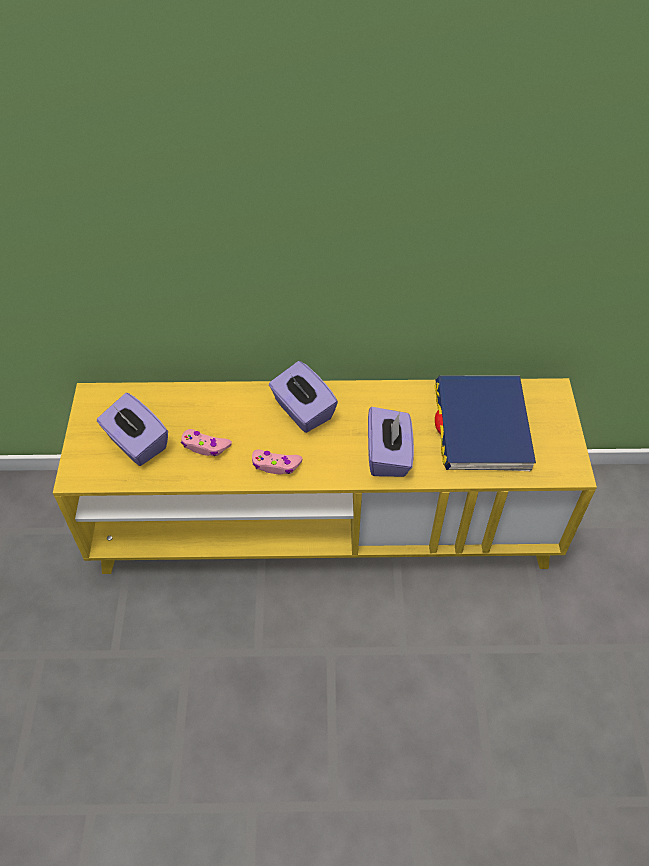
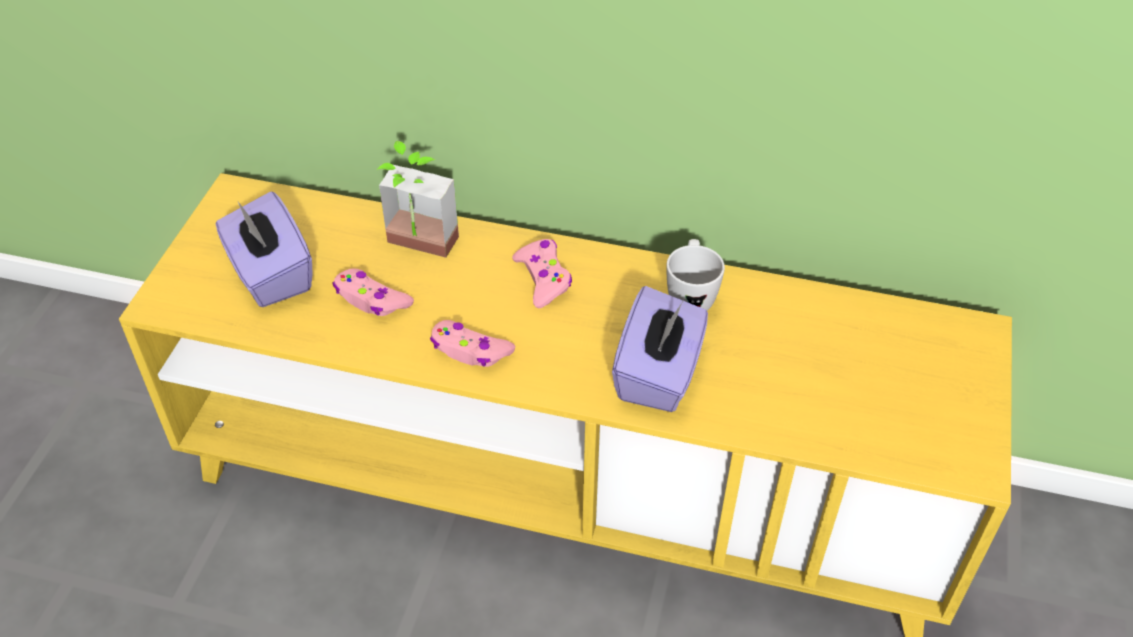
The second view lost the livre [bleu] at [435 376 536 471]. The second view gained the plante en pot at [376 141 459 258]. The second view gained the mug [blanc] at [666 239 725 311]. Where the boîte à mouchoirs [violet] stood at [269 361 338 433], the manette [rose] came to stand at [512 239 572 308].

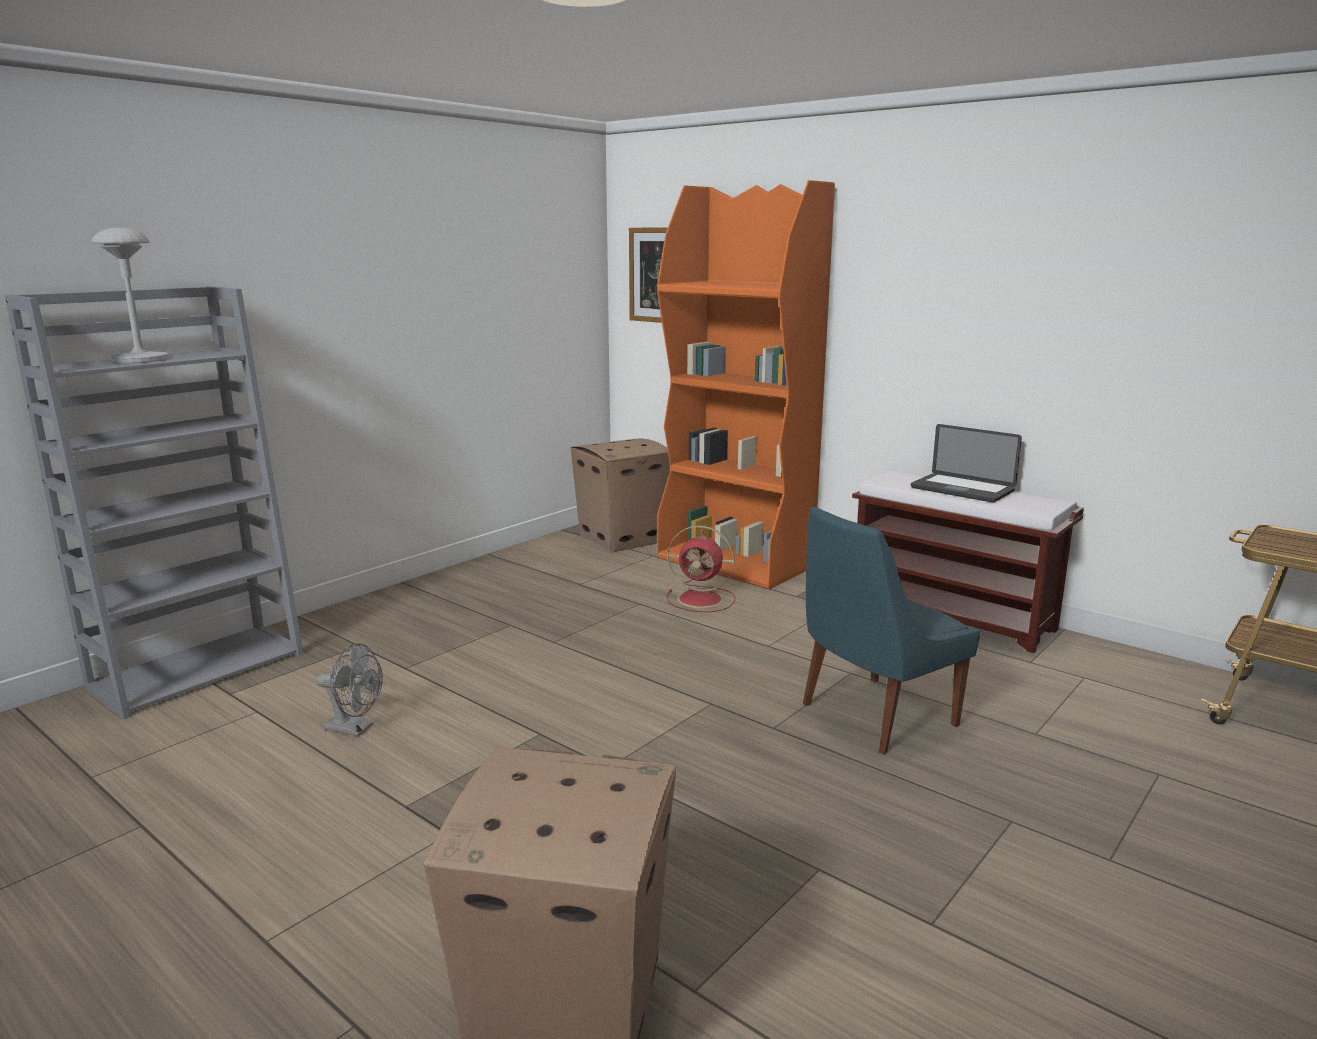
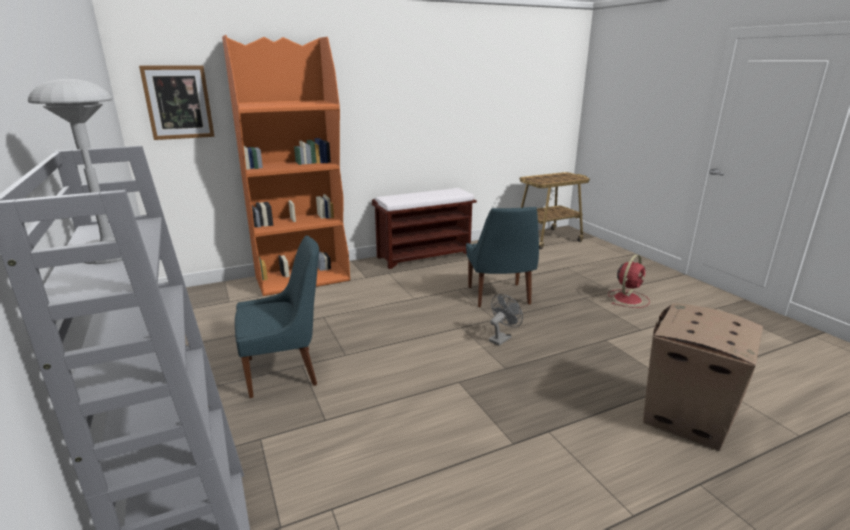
The second view lost the carton at [570 439 670 553]. The second view lost the ordinateur portable at [911 424 1022 503]. The second view gained the chaise [bleu] at [235 235 319 398]. The ventilateur [gris] ended up elsewhere, having gone from [316 643 383 736] to [489 294 523 346]. The ventilateur [rouge] ended up elsewhere, having gone from [667 525 735 612] to [608 255 650 308].

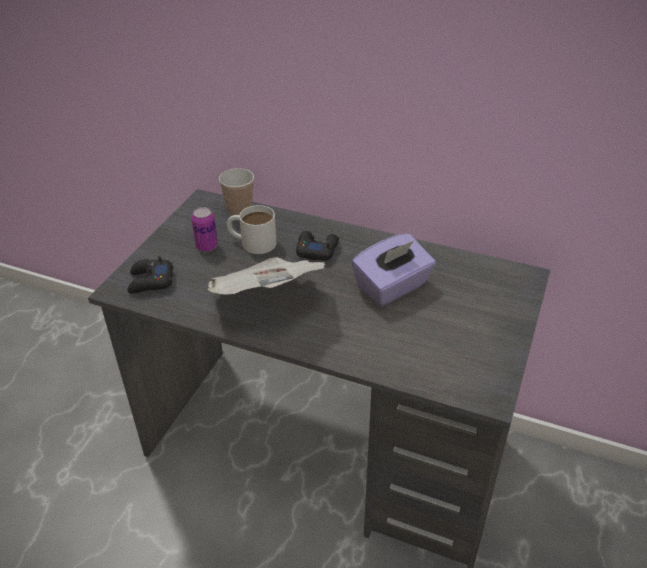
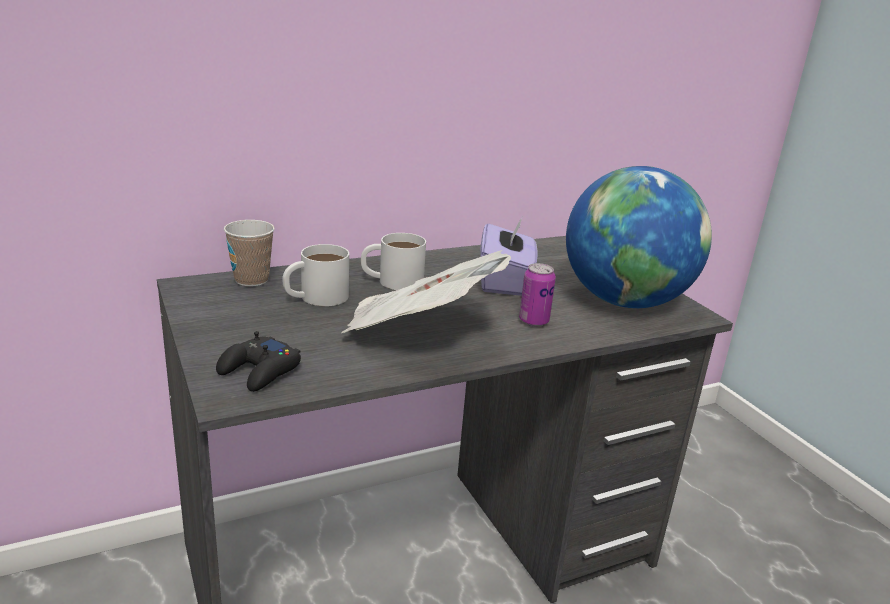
The second view gained the globe at [566 166 712 308]. The boîte métallique ended up elsewhere, having gone from [191 207 218 252] to [519 263 556 327]. Where the manette [noir] stood at [296 231 339 260], the mug [blanc] came to stand at [361 233 426 290].

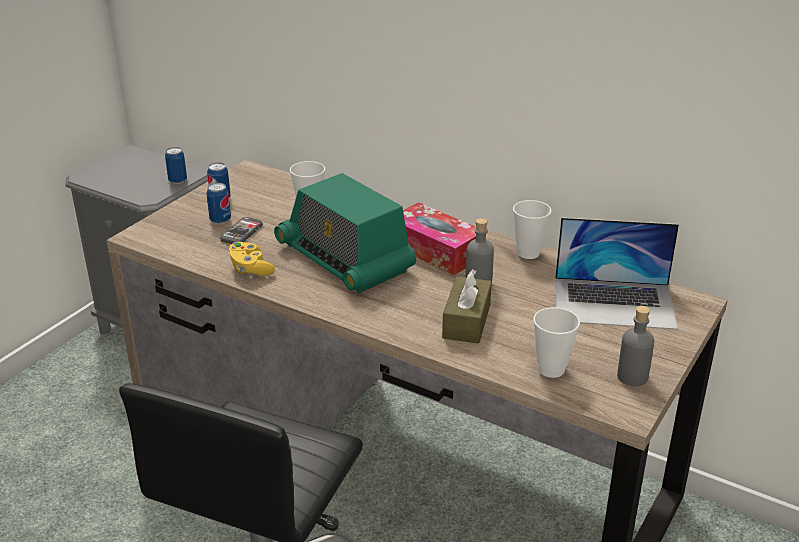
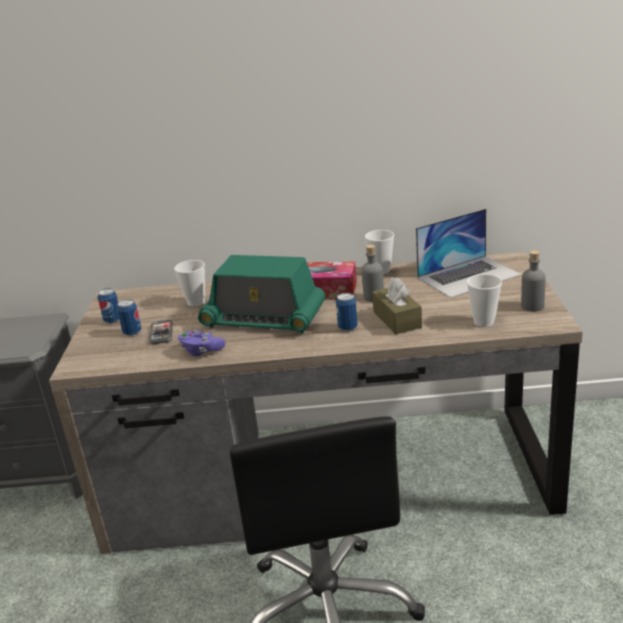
The boîte métallique ended up elsewhere, having gone from [165 147 187 184] to [336 293 358 331]. What was the manette [jaune] at [229 242 275 276] turned into the manette [violet] at [178 330 225 356].

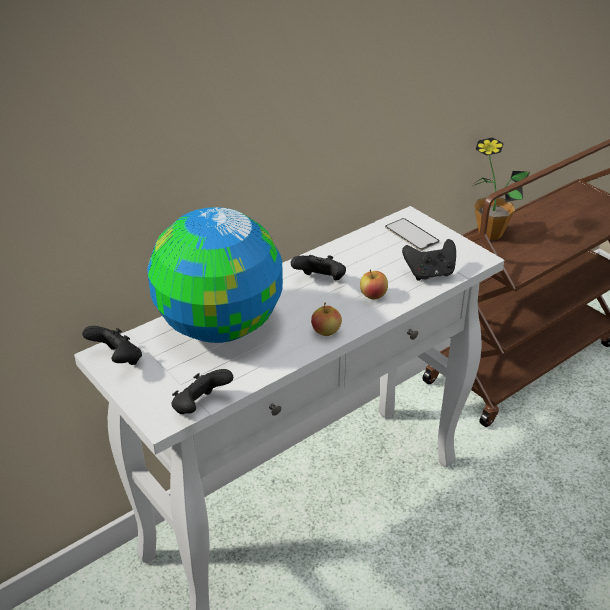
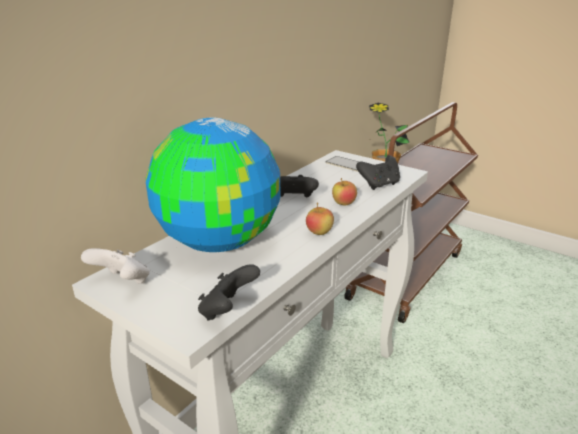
What was the manette [noir] at [82 326 142 365] turned into the manette [blanc] at [81 248 150 284].

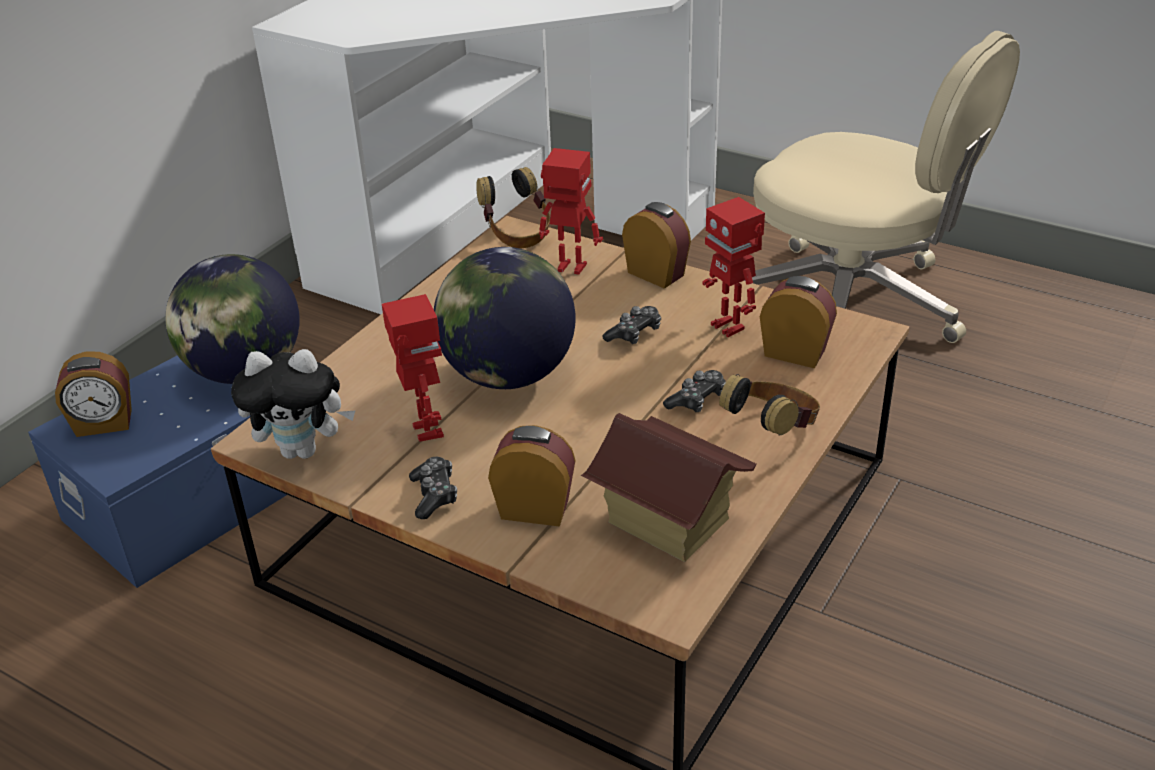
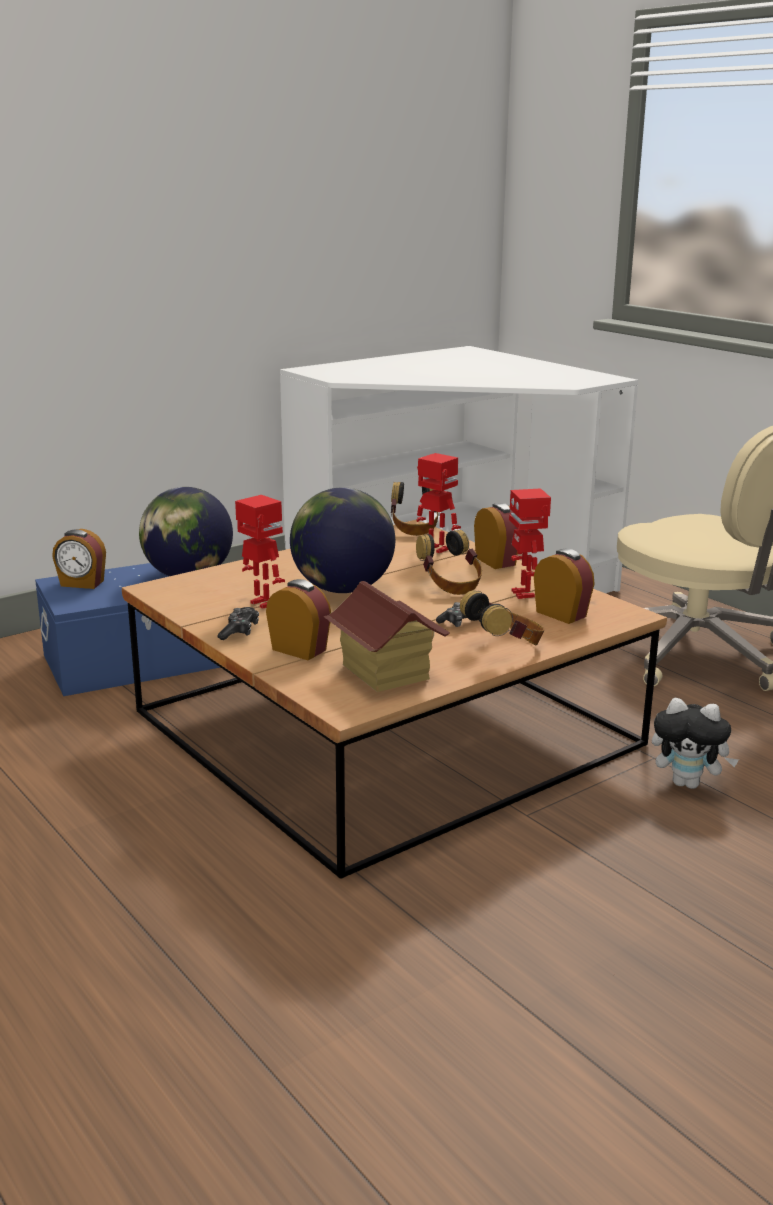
The peluche ended up elsewhere, having gone from [231 349 355 459] to [652 698 739 789]. Where the manette stood at [602 306 661 344], the casque audio came to stand at [416 530 482 595]. The robot jouet at [382 294 444 442] ended up facing another way, 45 degrees counterclockwise from before.

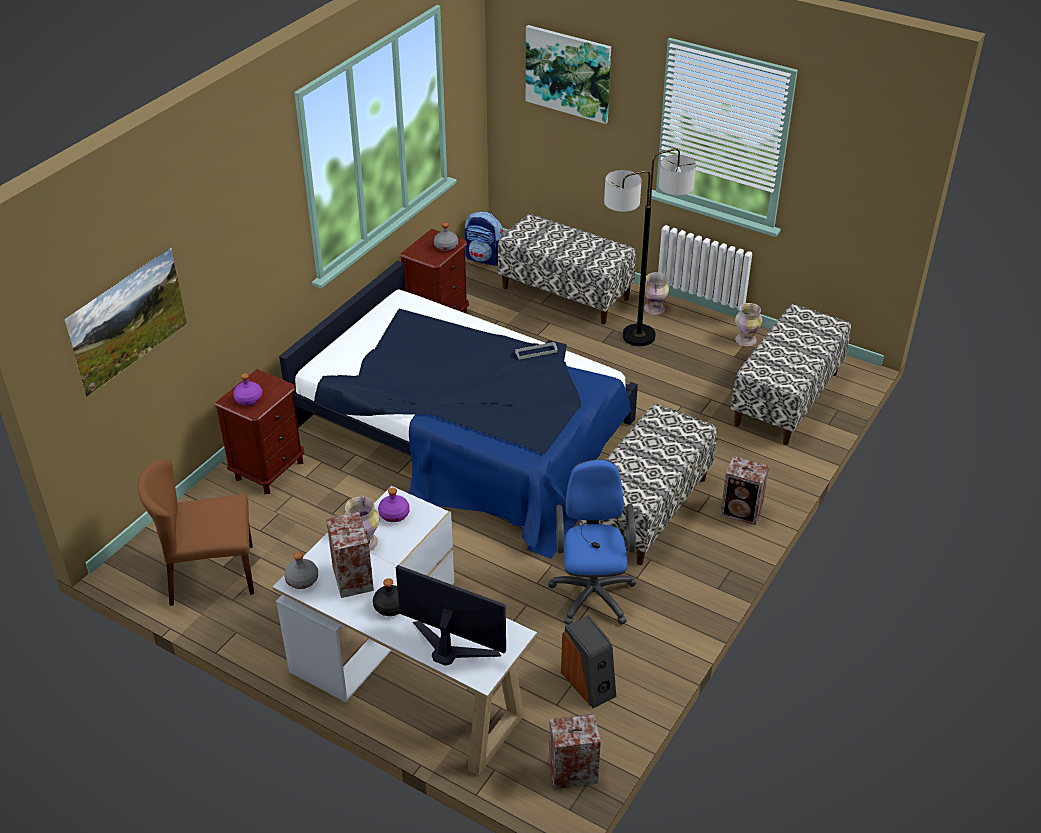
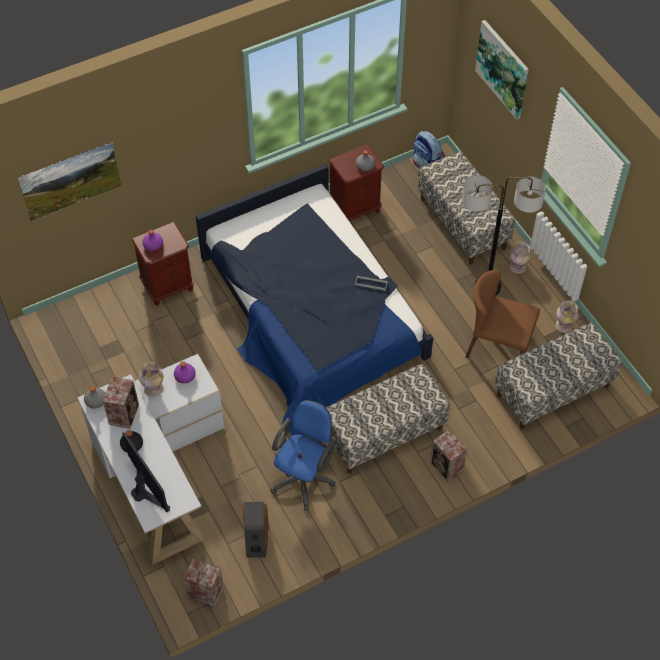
The chaise [marron] ended up elsewhere, having gone from [138 459 254 606] to [465 270 540 358].

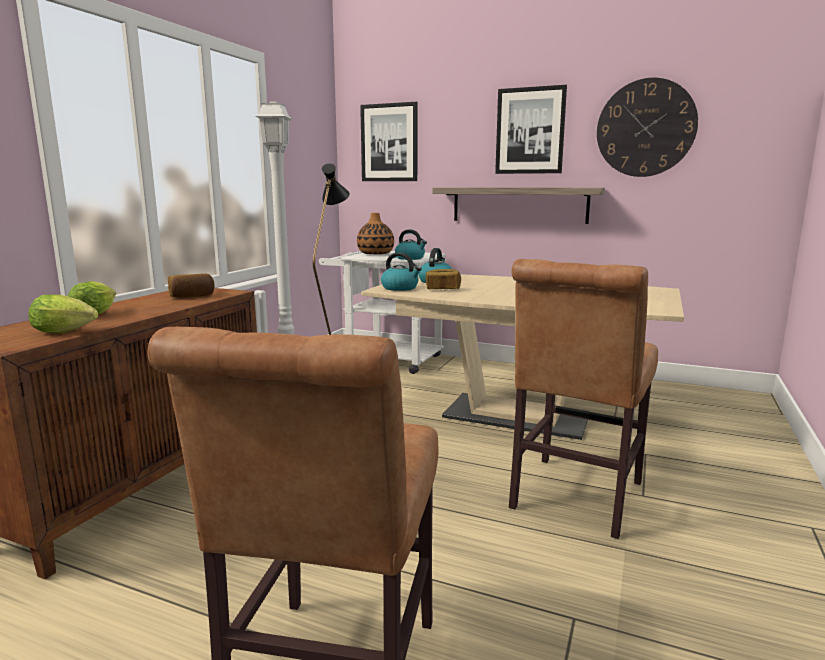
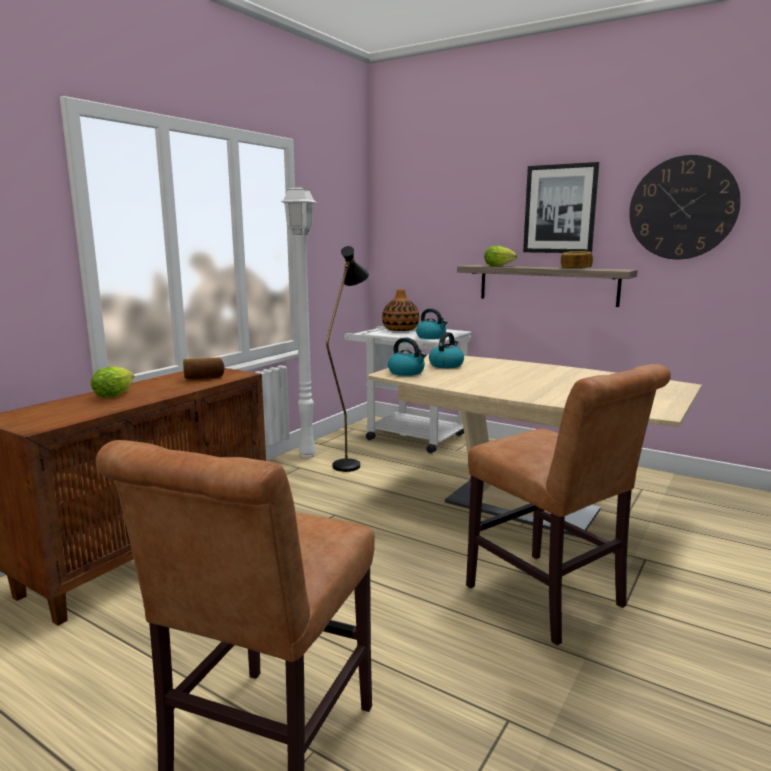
The second view lost the tableau at [360 102 418 181]. The laitue ended up elsewhere, having gone from [28 294 98 333] to [484 246 517 266]. The pain ended up elsewhere, having gone from [426 269 461 289] to [561 251 593 268]. The chaise [marron] at [509 259 658 539] ended up facing another way, 75 degrees counterclockwise from before.

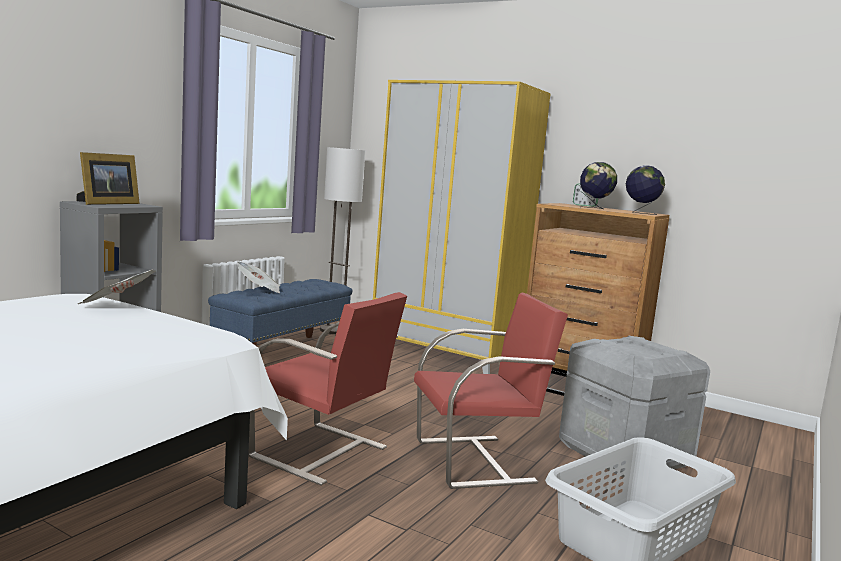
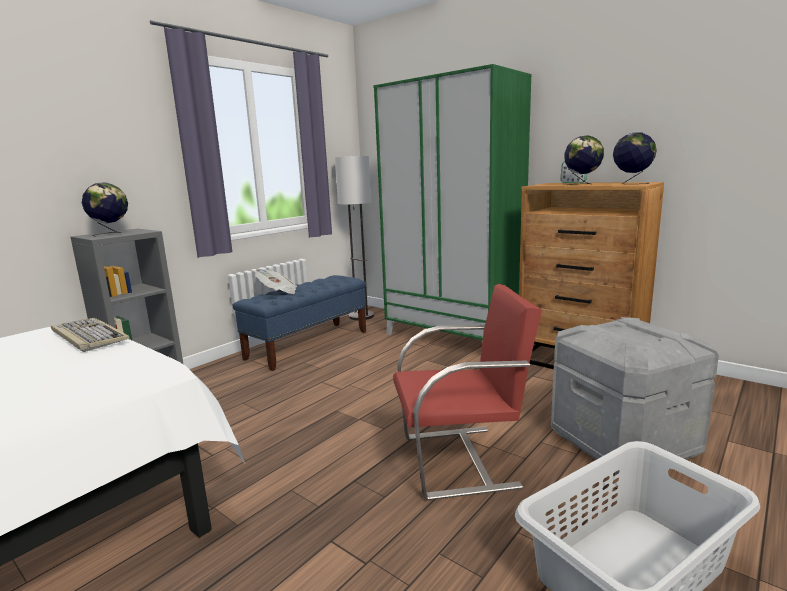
The second view lost the chaise [rouge] at [248 292 407 486]. Where the cadre photo stood at [76 152 140 205], the globe came to stand at [82 182 128 236]. Where the journal stood at [78 269 156 304], the clavier came to stand at [51 318 130 352]. What was the armoire [jaune] at [373 80 551 374] turned into the armoire [vert] at [373 64 531 342].

